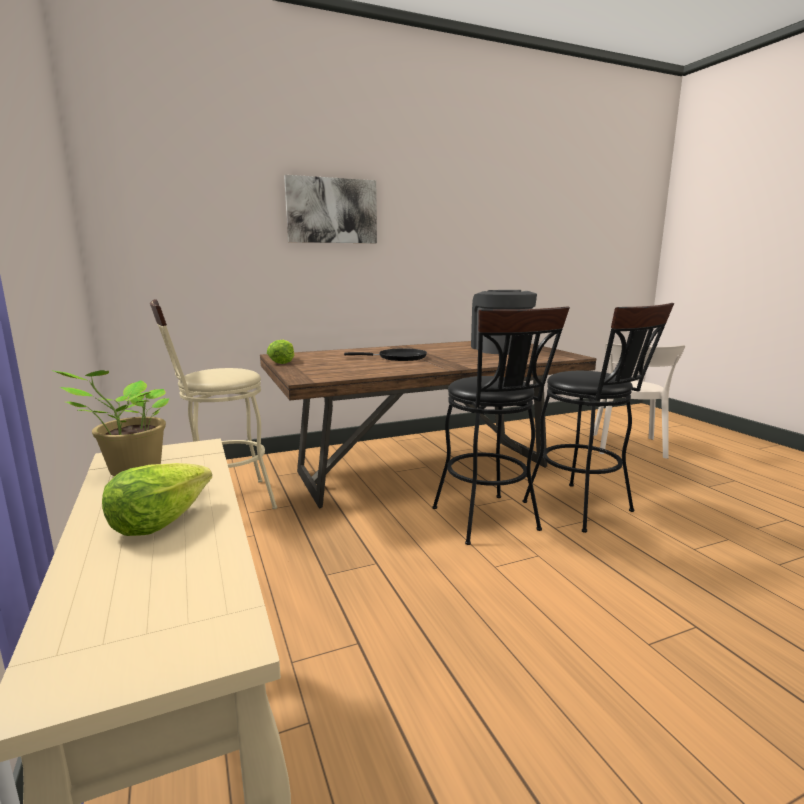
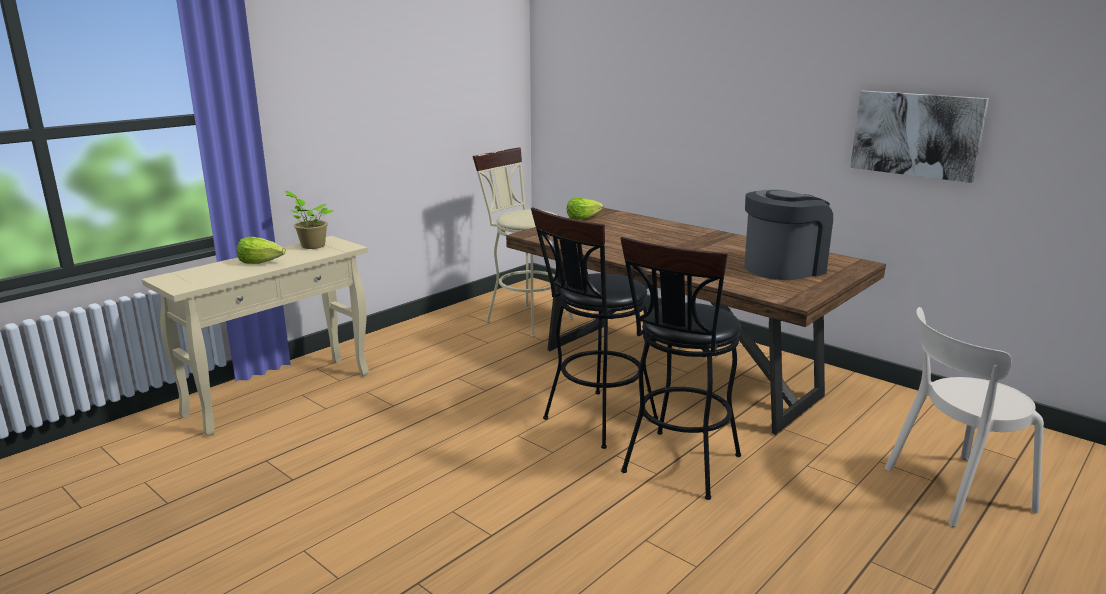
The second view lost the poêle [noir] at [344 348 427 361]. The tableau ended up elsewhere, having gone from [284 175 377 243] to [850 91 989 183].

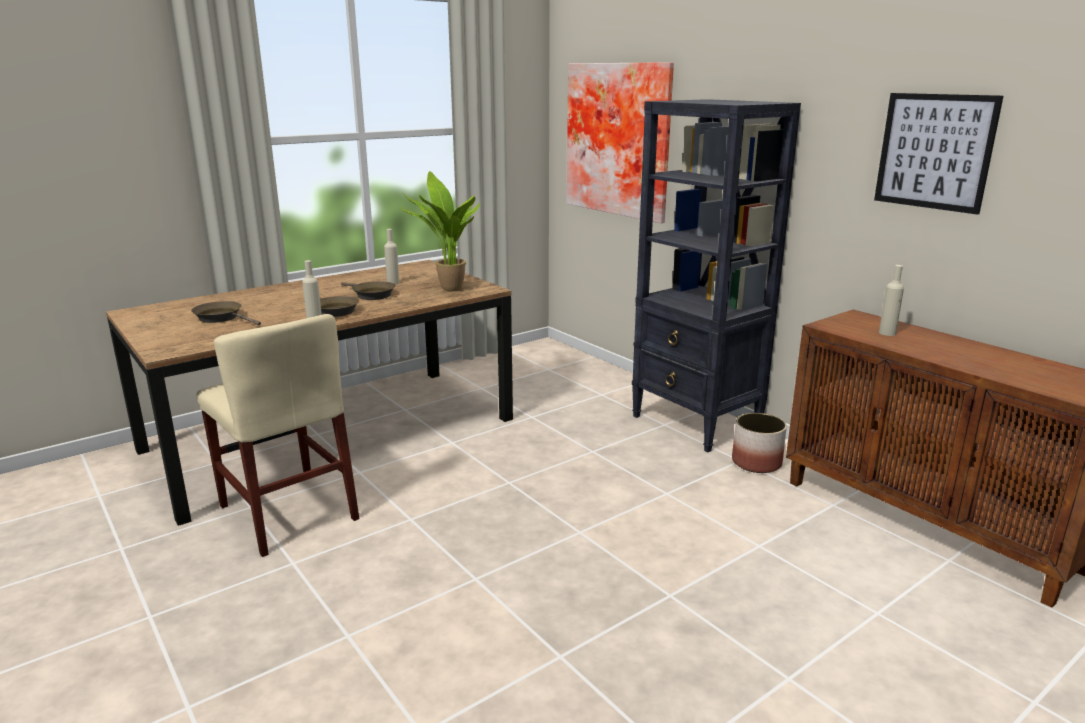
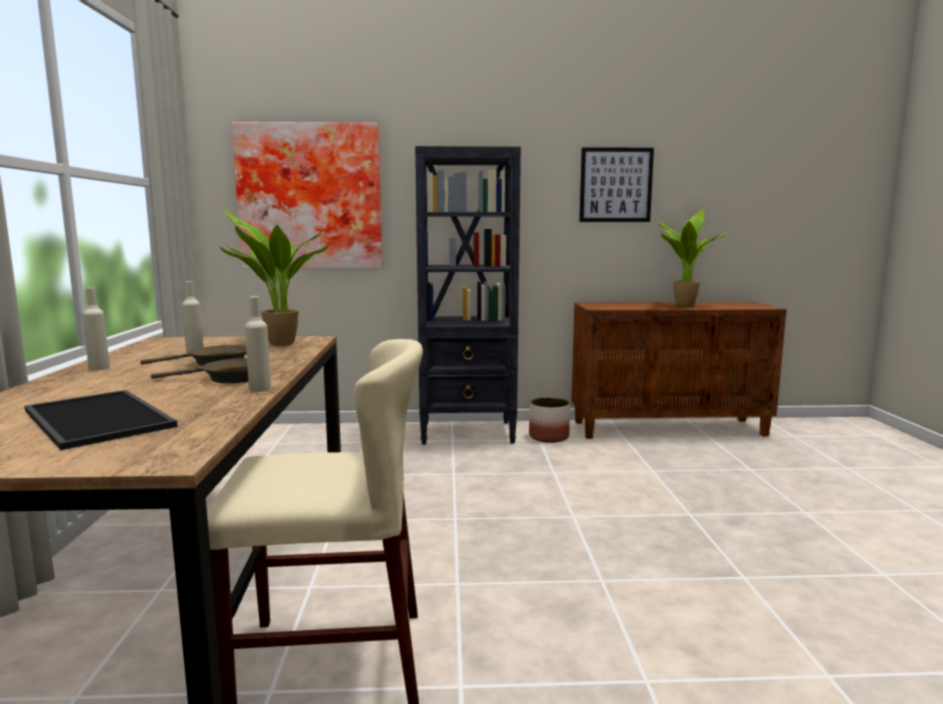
The second view gained the plante en pot at [656 208 731 307]. The bouteille [beige] ended up elsewhere, having gone from [879 265 904 336] to [82 288 110 371]. Where the poêle [marron] stood at [191 301 261 325], the plateau came to stand at [25 390 178 450].

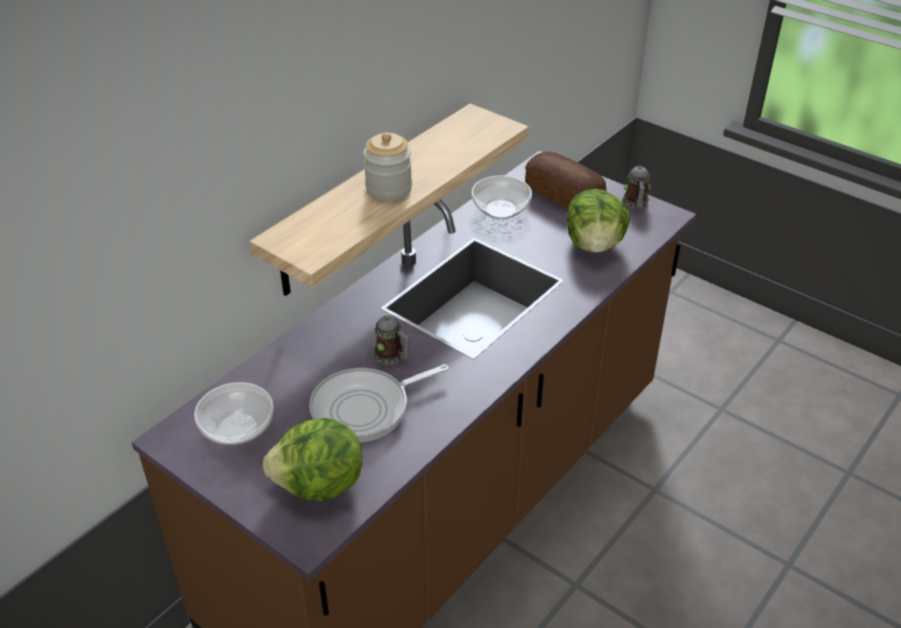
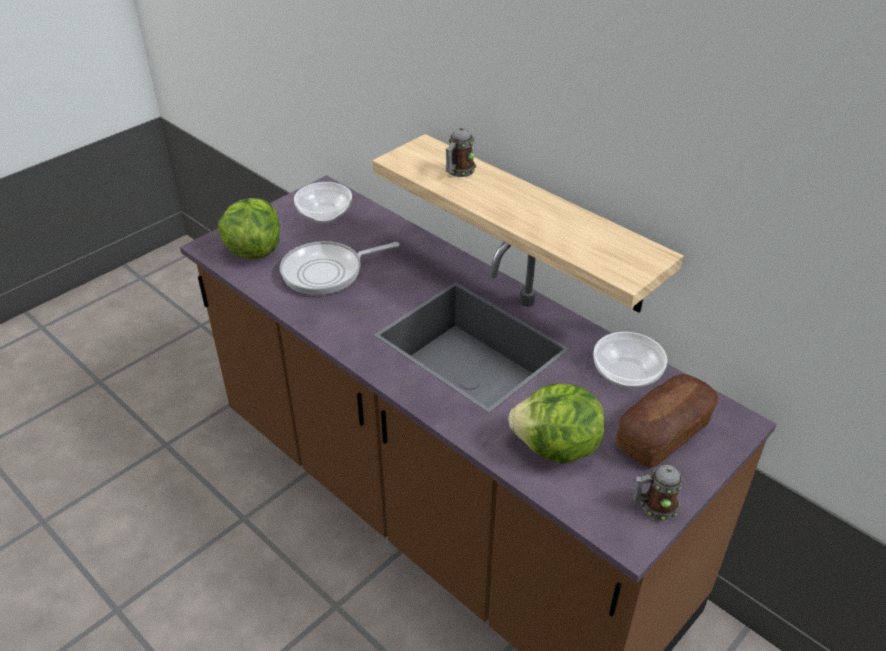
The second view lost the bocal at [363 132 412 201]. The mug ended up elsewhere, having gone from [373 316 410 365] to [446 127 476 177]. The poêle at [309 364 449 443] ended up facing another way, 90 degrees counterclockwise from before.

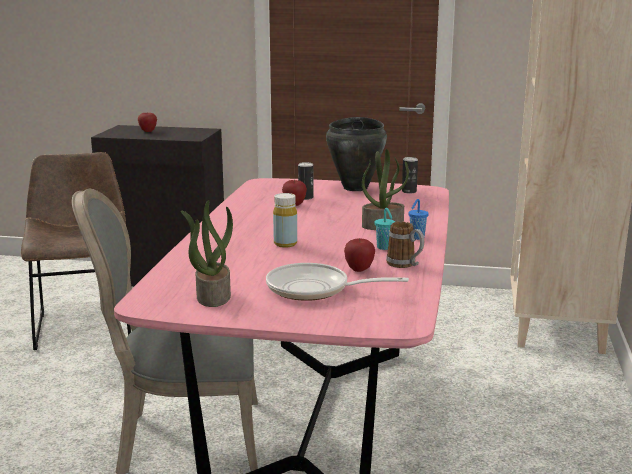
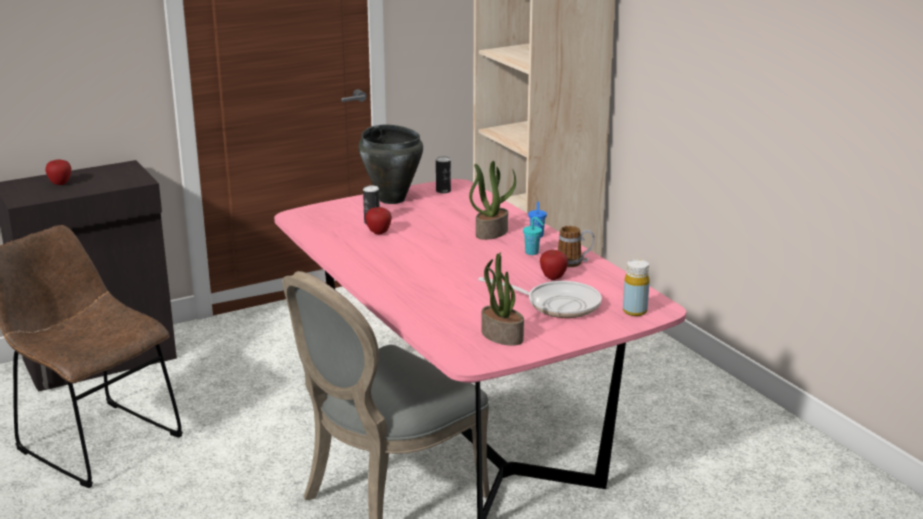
The bouteille [jaune] ended up elsewhere, having gone from [273 193 297 248] to [623 259 650 316]. The poêle at [266 263 409 301] ended up facing another way, 135 degrees counterclockwise from before.

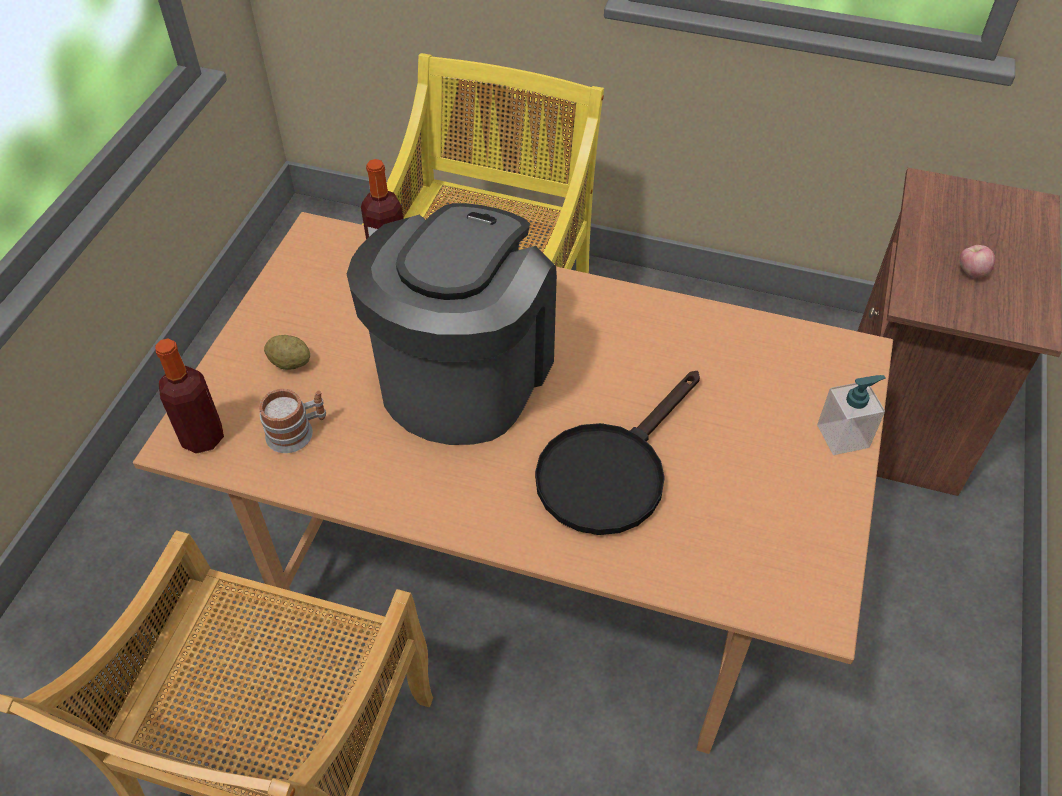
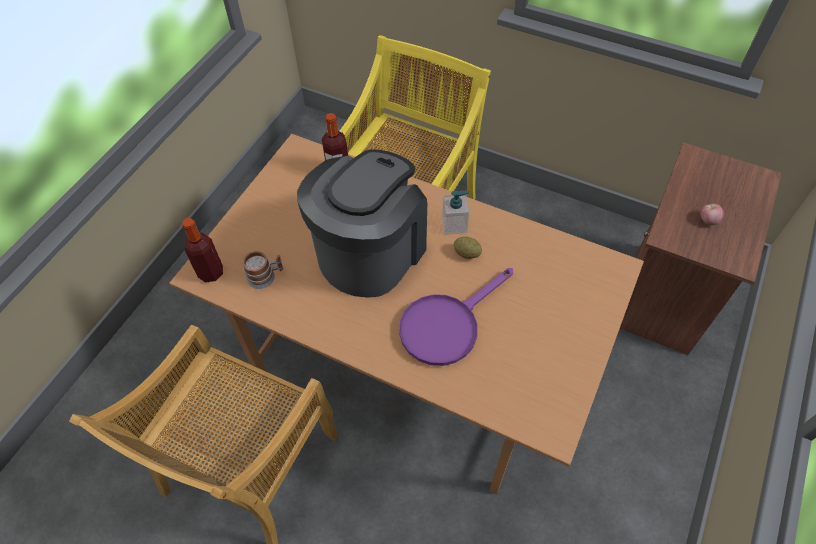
The pomme de terre ended up elsewhere, having gone from [264 335 310 370] to [454 237 482 259]. The distributeur de savon ended up elsewhere, having gone from [817 375 885 455] to [442 191 469 235]. What was the poêle [noir] at [535 371 700 535] turned into the poêle [violet] at [399 268 513 366].

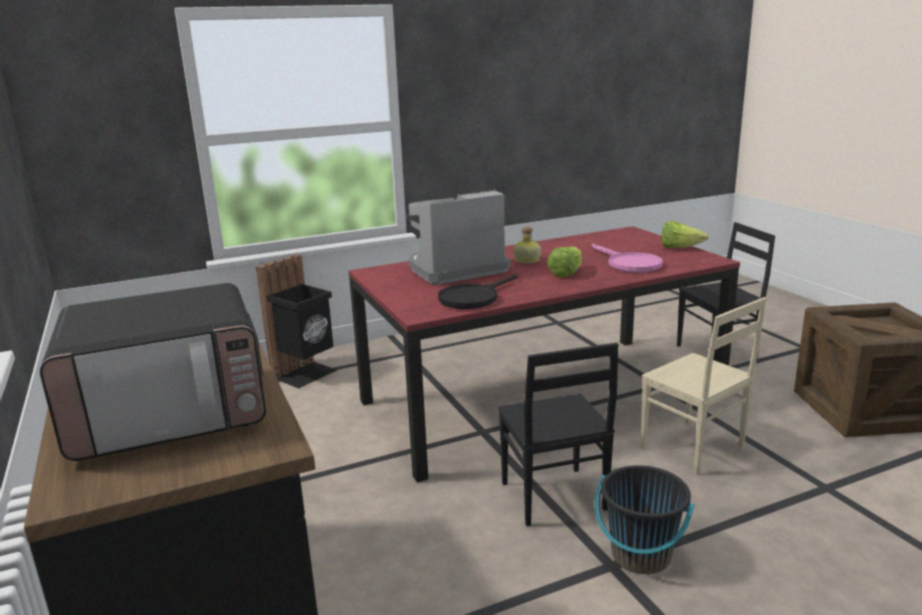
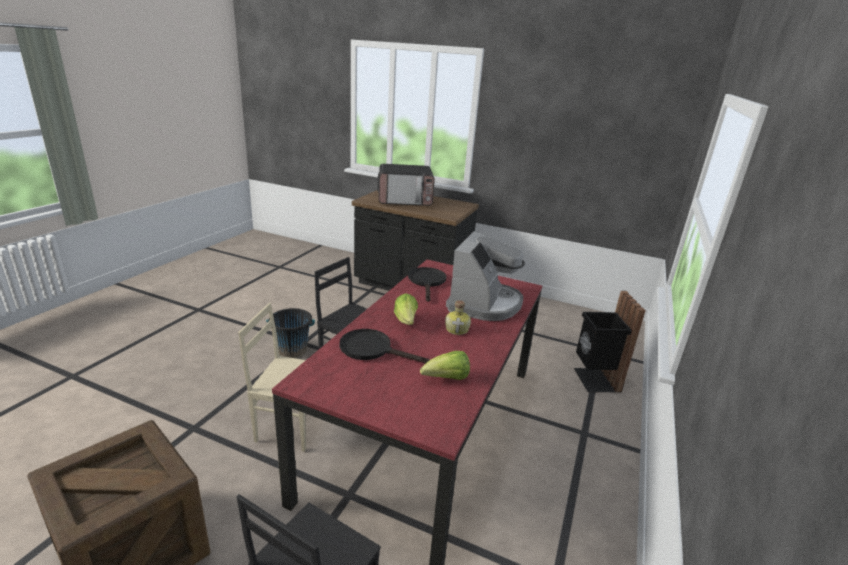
The laitue ended up elsewhere, having gone from [661 221 709 248] to [420 351 470 380]. What was the poêle [rose] at [592 244 663 273] turned into the poêle [noir] at [340 329 429 363]. The micro-ondes at [40 283 266 461] ended up facing another way, 120 degrees counterclockwise from before.

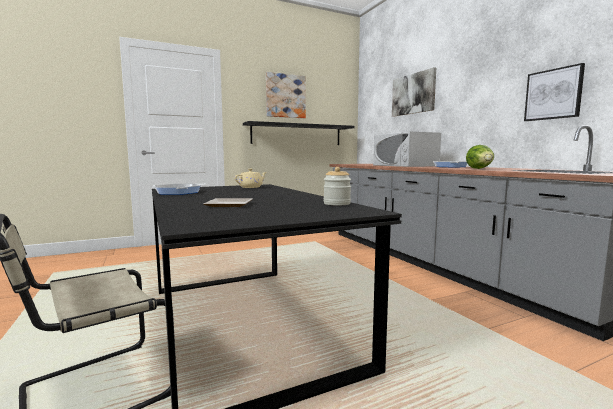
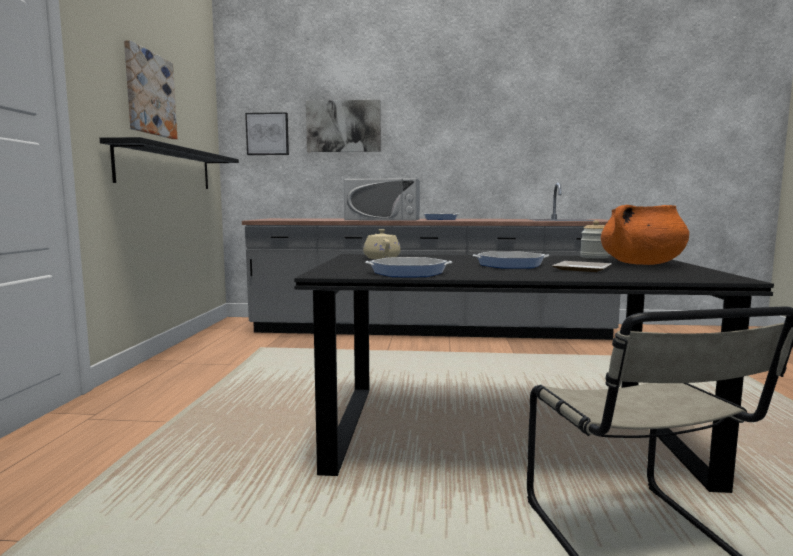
The second view lost the laitue at [466 145 494 169]. The second view gained the poêle at [472 251 550 269]. The second view gained the marmite [orange] at [601 205 689 265]. The tableau ended up elsewhere, having gone from [524 63 585 121] to [245 112 289 155].

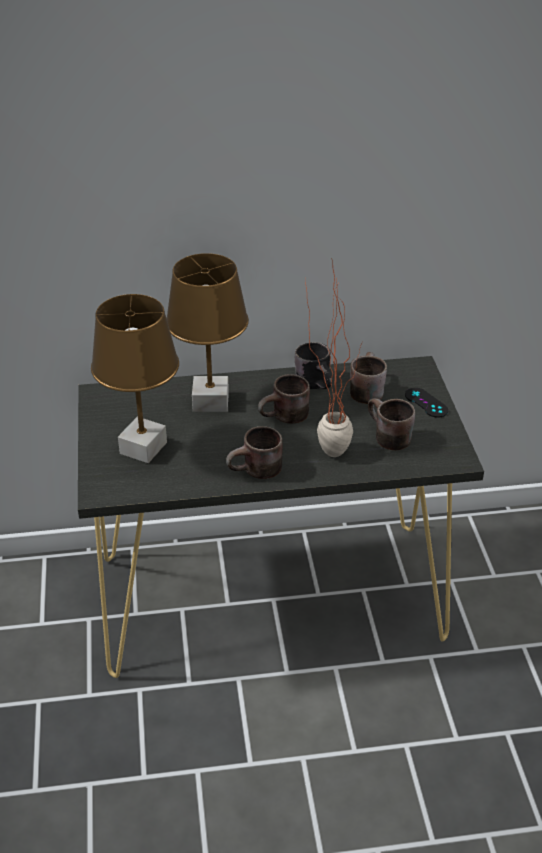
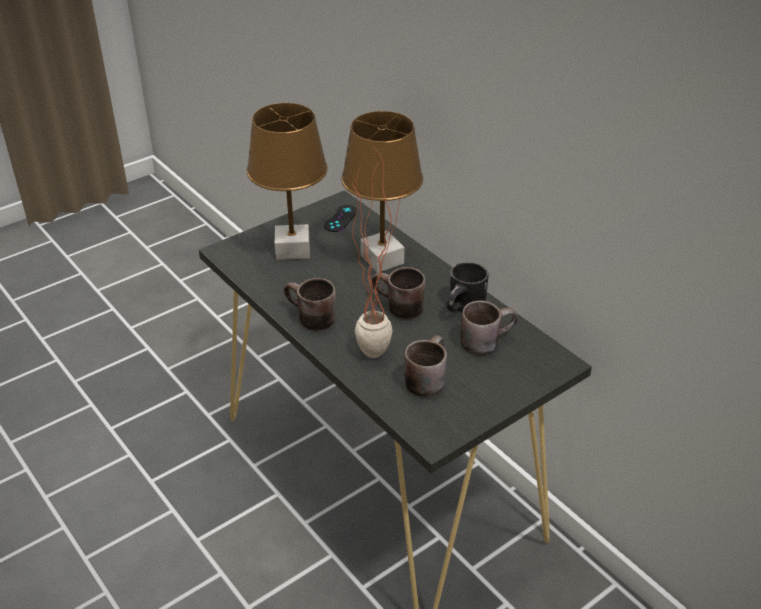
The manette [noir] ended up elsewhere, having gone from [405 388 448 418] to [324 205 357 232].

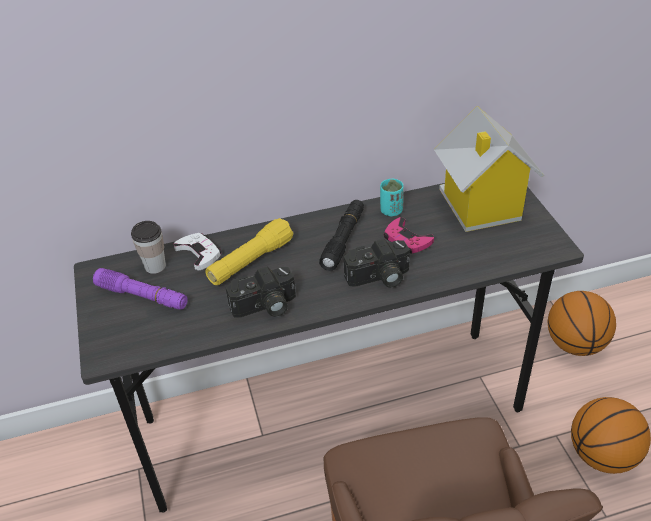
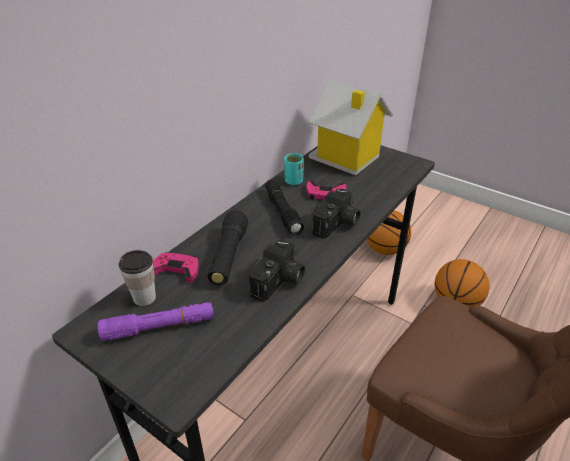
What was the manette [blanc] at [174 233 222 270] turned into the manette [rose] at [153 252 199 283]. What was the lampe de poche [jaune] at [205 218 293 285] turned into the lampe de poche [noir] at [207 210 248 285].

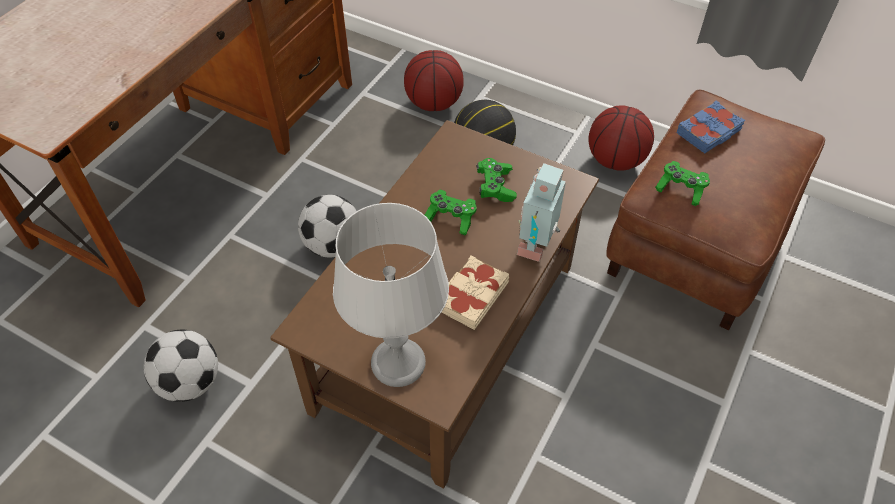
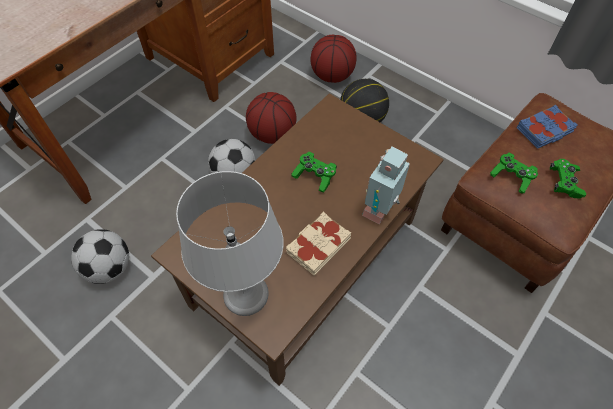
The manette [vert] ended up elsewhere, having gone from [476 158 517 202] to [550 159 586 199]. The ballon de basket ended up elsewhere, having gone from [589 105 654 171] to [246 92 296 144].

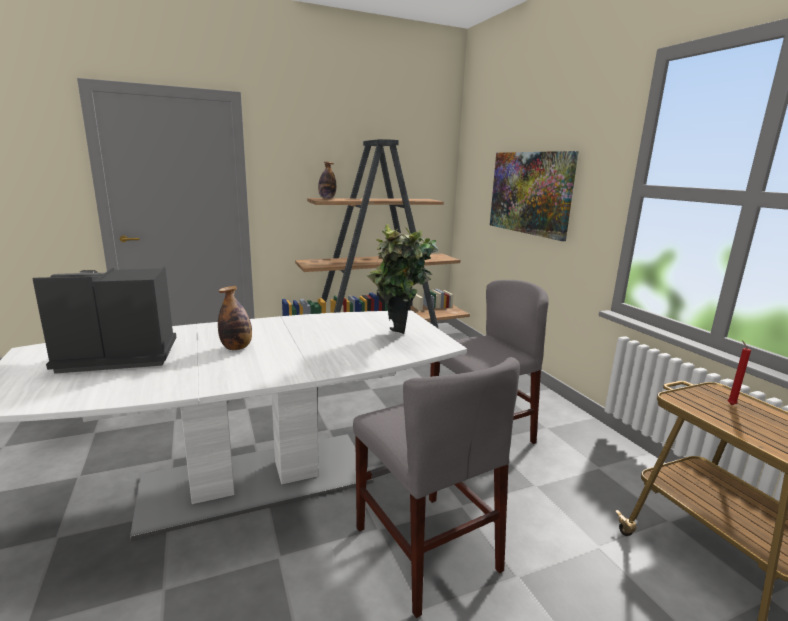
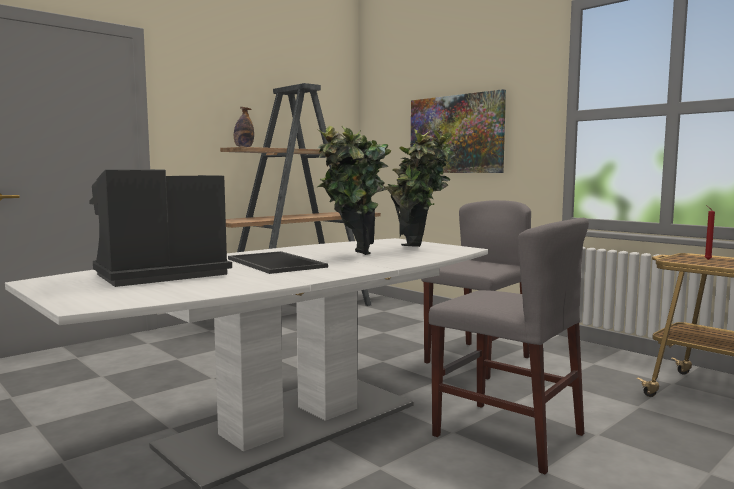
The second view gained the plante en pot at [317 126 391 255]. Where the bouteille stood at [218 286 252 350], the plateau came to stand at [228 251 328 274].

